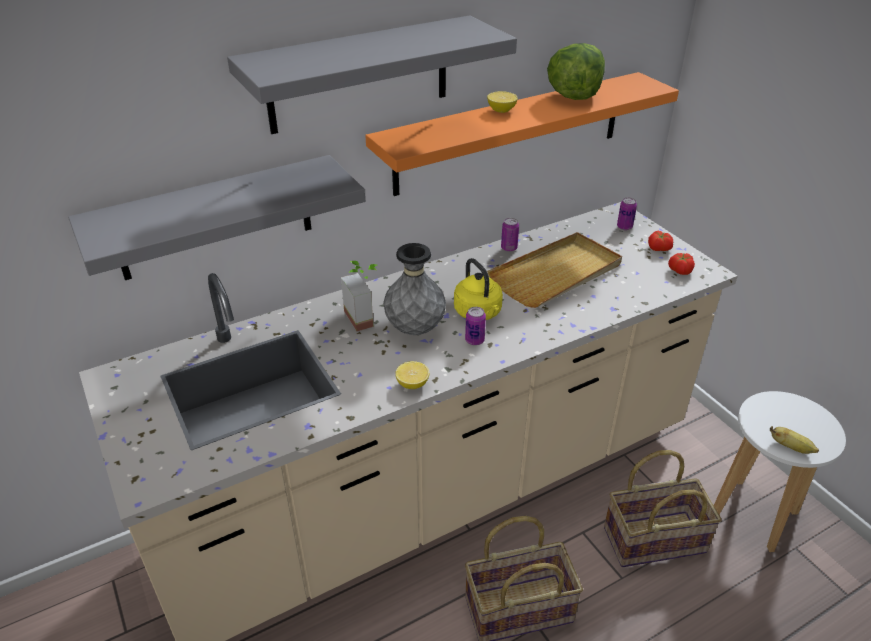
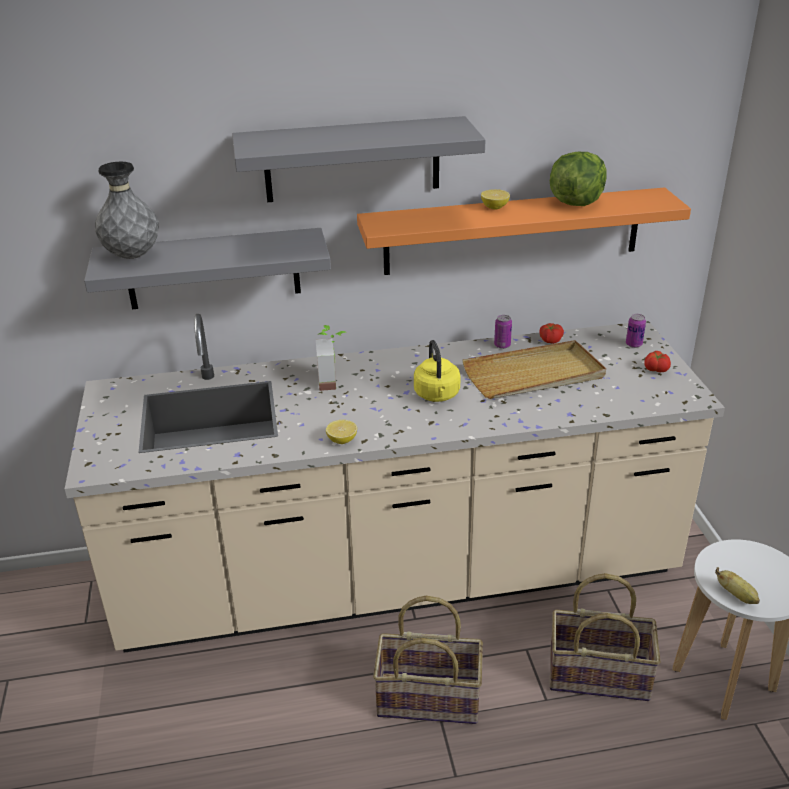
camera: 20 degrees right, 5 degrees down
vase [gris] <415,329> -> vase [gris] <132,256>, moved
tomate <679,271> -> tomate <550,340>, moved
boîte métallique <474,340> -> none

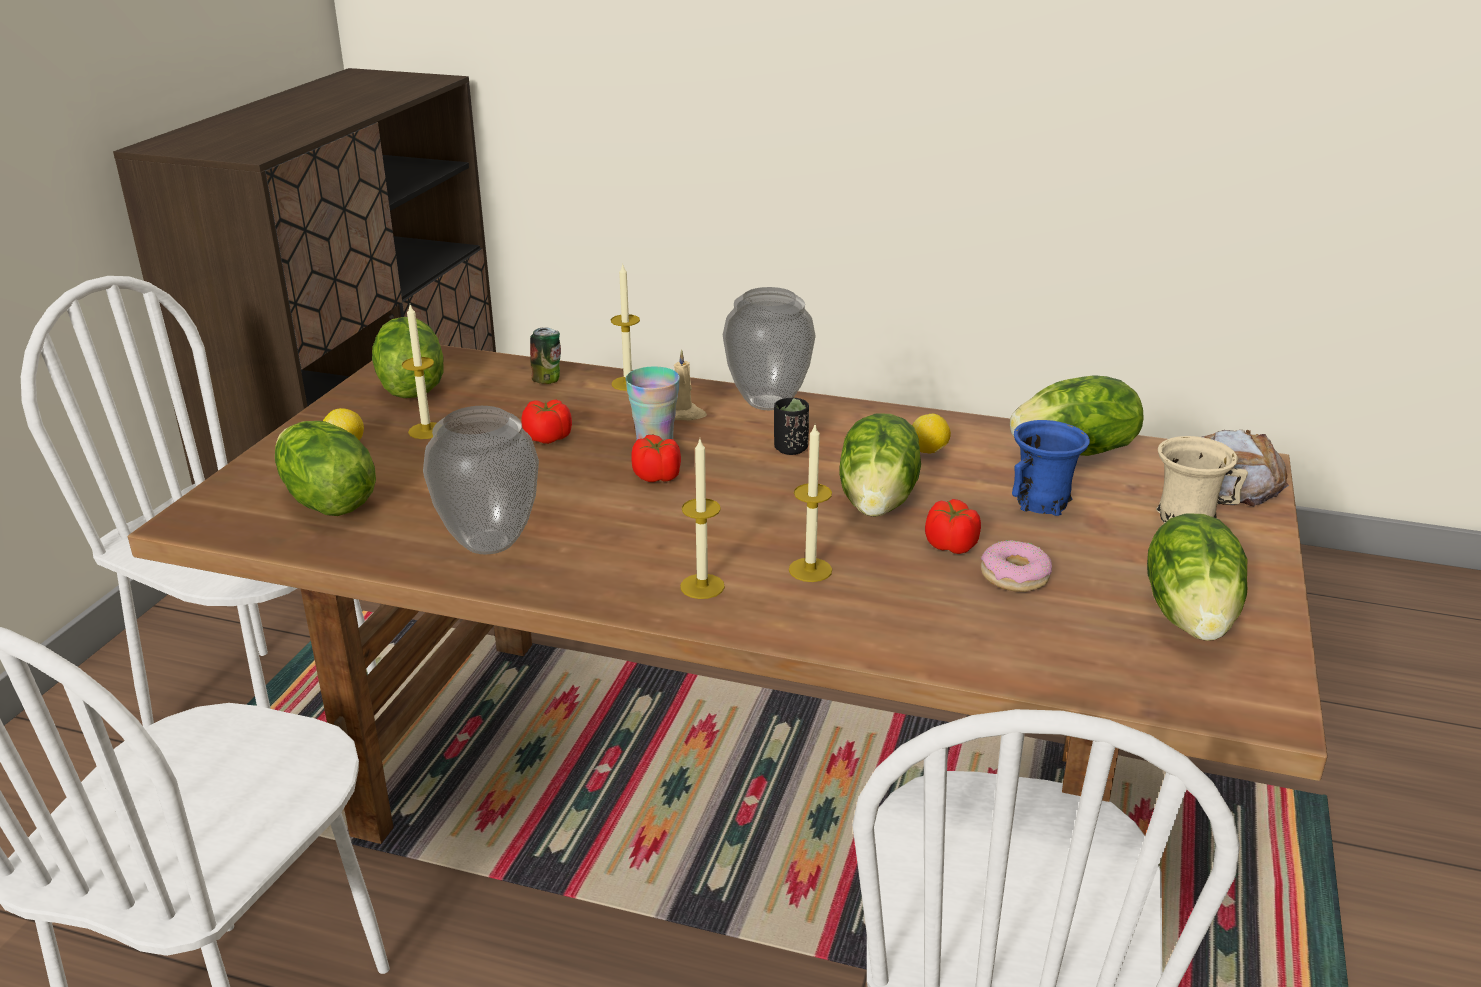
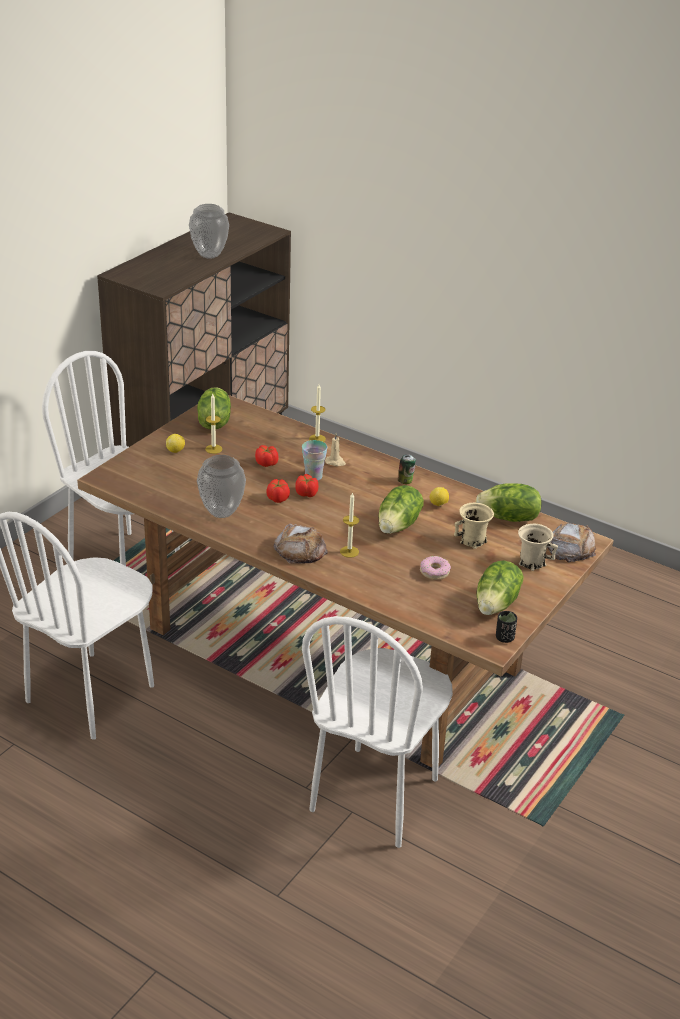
camera: 15 degrees right, 5 degrees up
vase <769,402> -> vase <210,255>, moved
tomate <951,546> -> tomate <278,499>, moved
bougie <702,586> -> pain <300,550>
boîte métallique <548,380> -> boîte métallique <406,481>, moved
mug [bleu] <1043,502> -> mug [beige] <473,541>
tasse [noir] <790,449> -> tasse [noir] <504,638>, moved
laitue <326,502> -> none

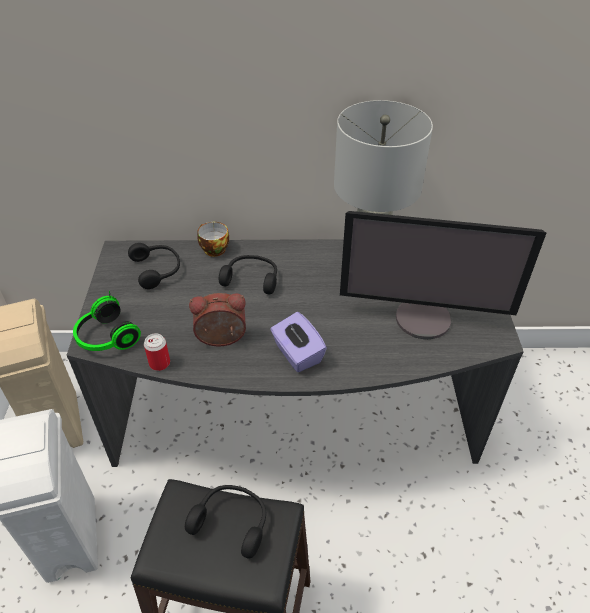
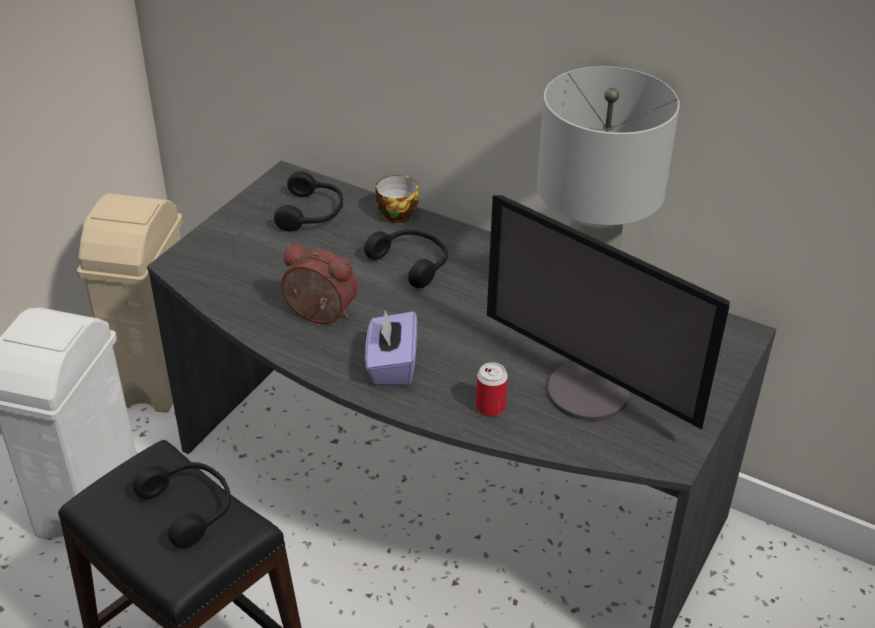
camera: 30 degrees right, 5 degrees down
boîte métallique <159,363> -> boîte métallique <490,407>, moved
casque audio <106,338> -> none

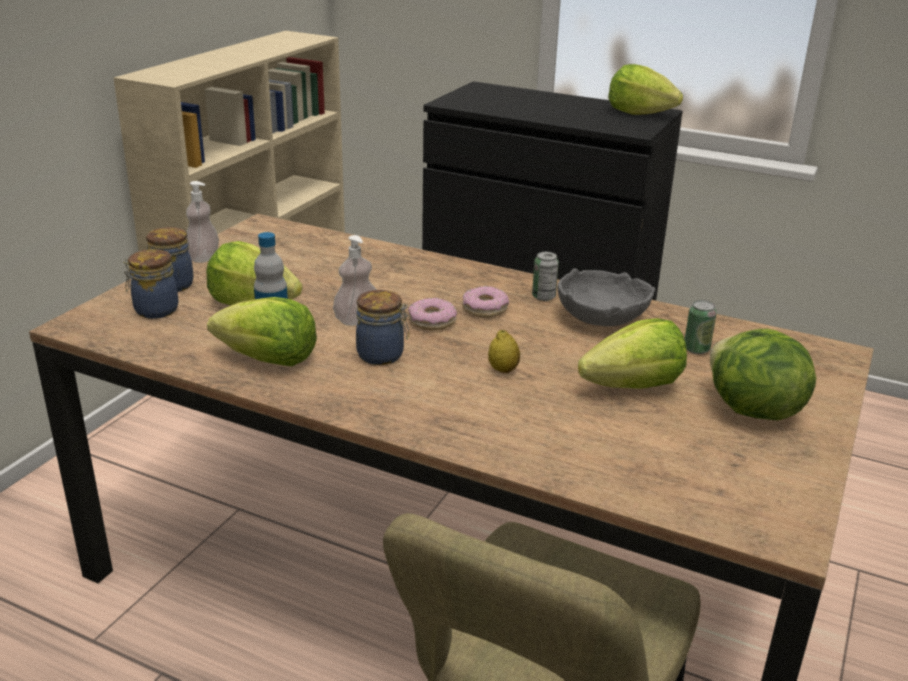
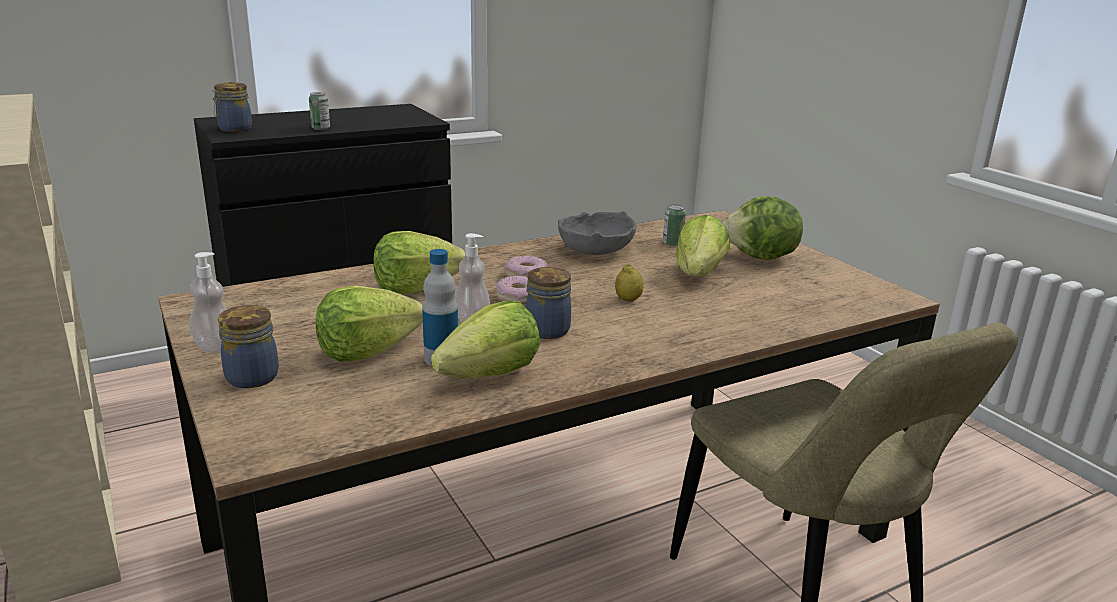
camera: 55 degrees left, 5 degrees down
bocal <154,310> -> bocal <234,129>, moved
boîte métallique <543,297> -> boîte métallique <320,128>, moved
laitue <639,113> -> laitue <415,288>, moved

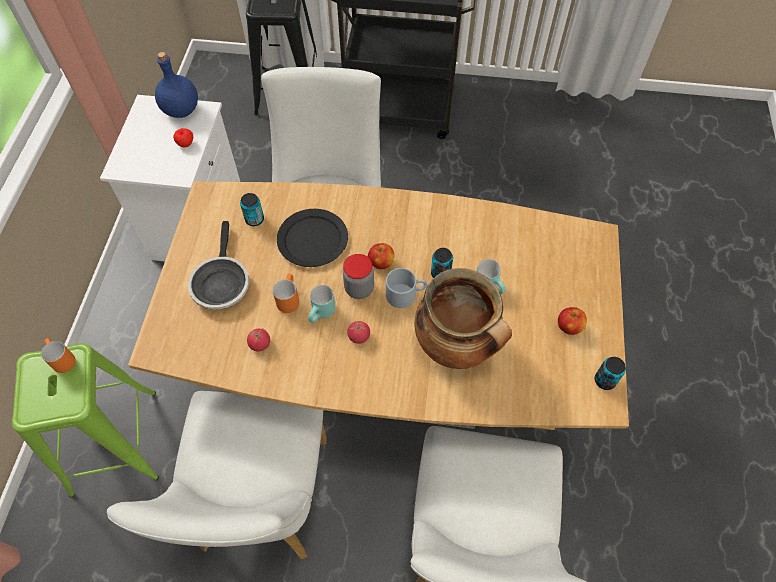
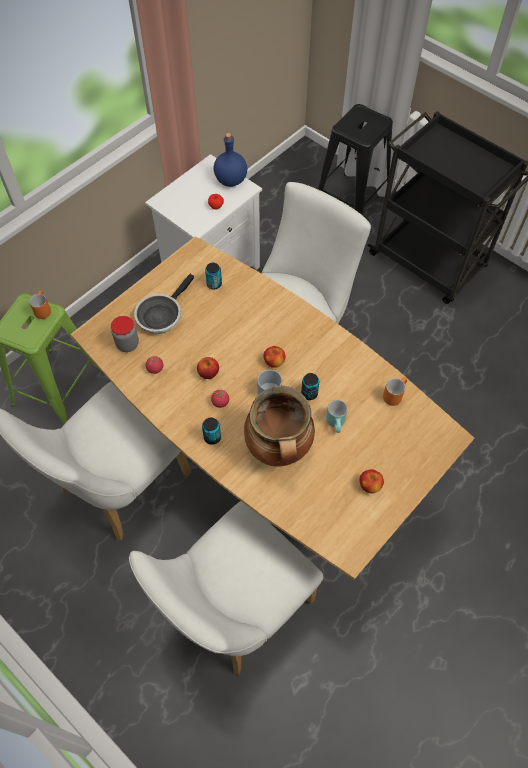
camera: 35 degrees right, 0 degrees up
bocal <359,288> -> bocal <127,344>, moved
mug [turquoise] <322,314> -> pomme <208,373>
boîte métallique <604,380> -> boîte métallique <212,437>, moved
mug [orange] <287,299> -> mug [orange] <393,394>, moved
assiette [noir] <312,240> -> none

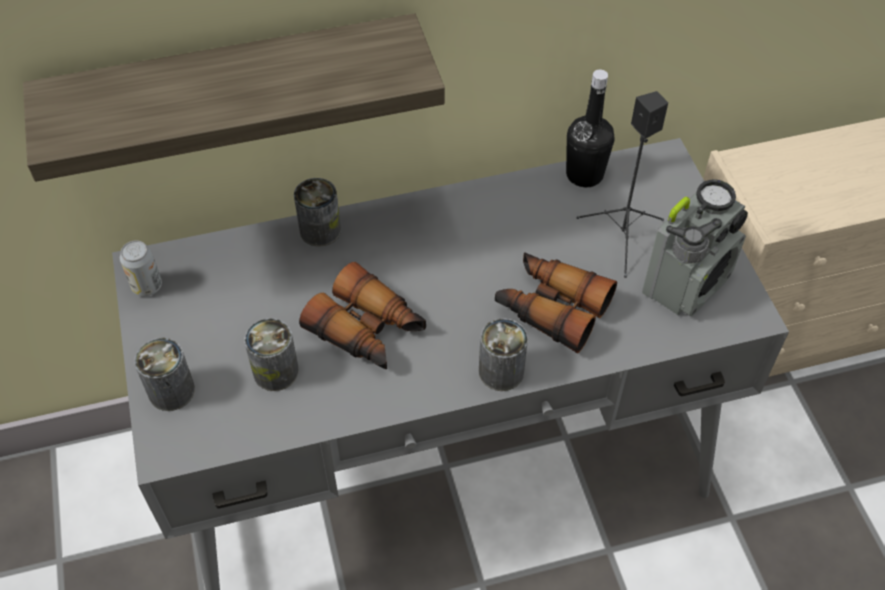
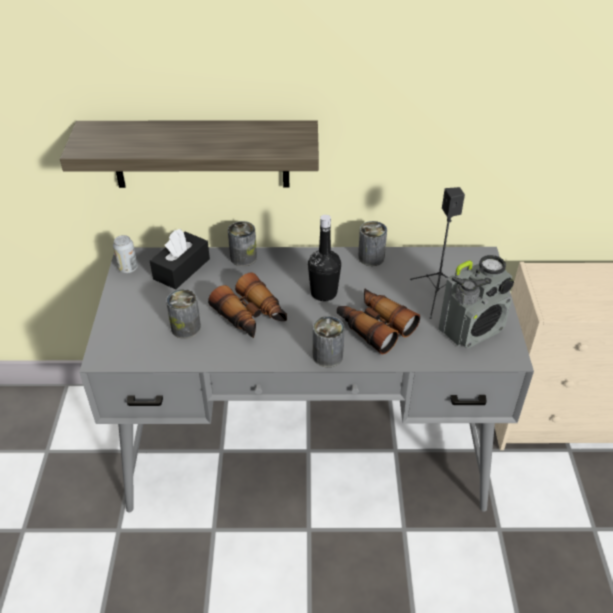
camera: 15 degrees right, 10 degrees down
none -> boîte à mouchoirs [noir] <181,269>
bouteille [noir] <584,174> -> bouteille [noir] <323,293>, moved
boîte métallique <171,391> -> boîte métallique <371,257>, moved

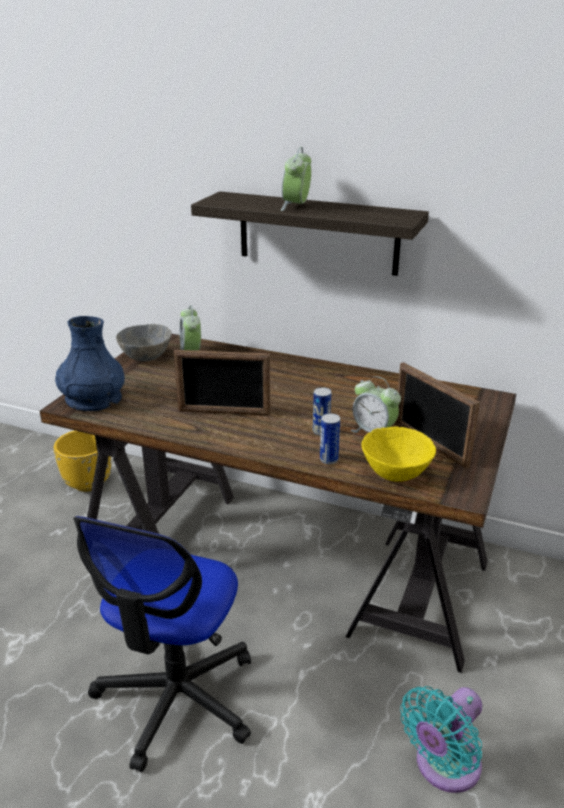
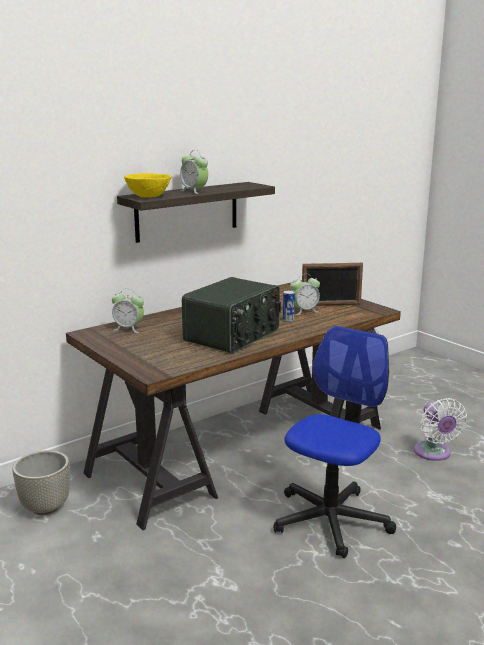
camera: 60 degrees left, 10 degrees down
cache-pot [jaune] <88,484> -> cache-pot [gris] <46,507>
bol [jaune] <396,472> -> bol [jaune] <148,196>, moved
cadre photo <224,412> -> radio <233,336>
chaise de bureau <176,698> -> chaise de bureau <331,520>, 105 degrees counterclockwise
ventilateur [turquoise] <443,767> -> ventilateur [blanc] <434,454>
vase [bleu] <93,400> -> none
bol [gris] <146,357> -> none
boîte métallique <329,459> -> none

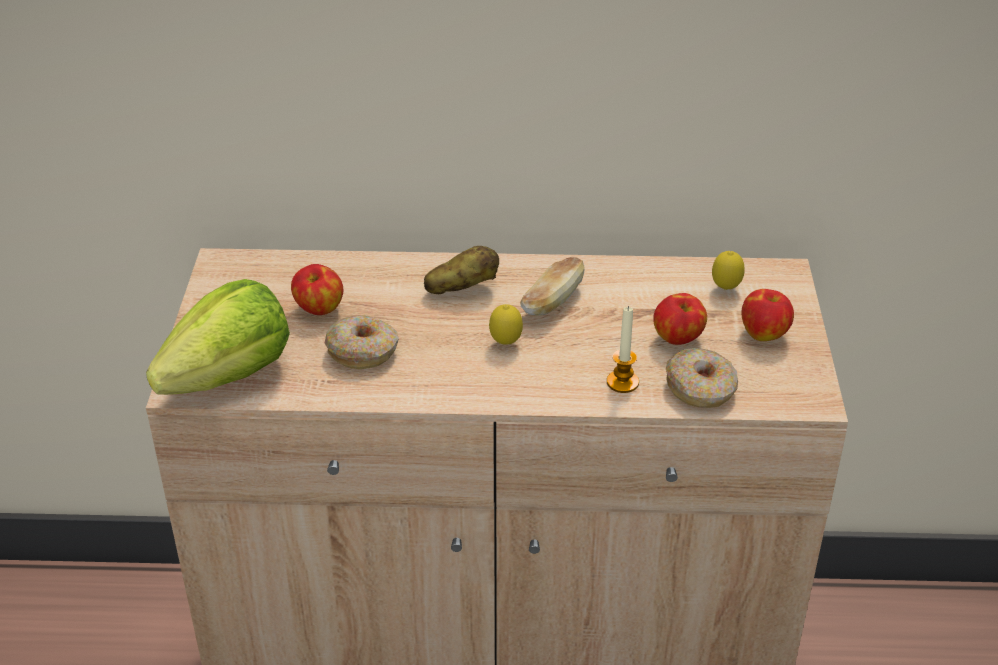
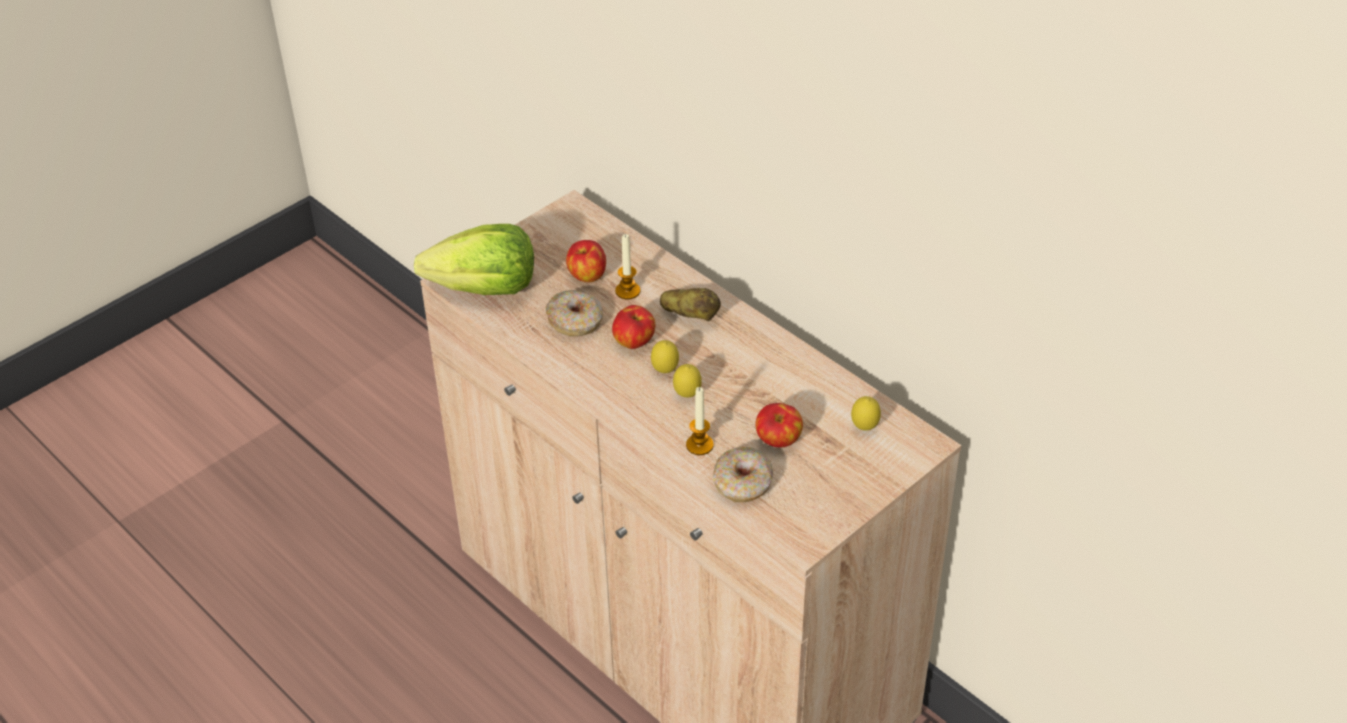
camera: 45 degrees right, 5 degrees up
pomme <764,334> -> pomme <634,342>, moved
none -> bougie <627,291>
none -> citron <687,395>
pain <552,302> -> none

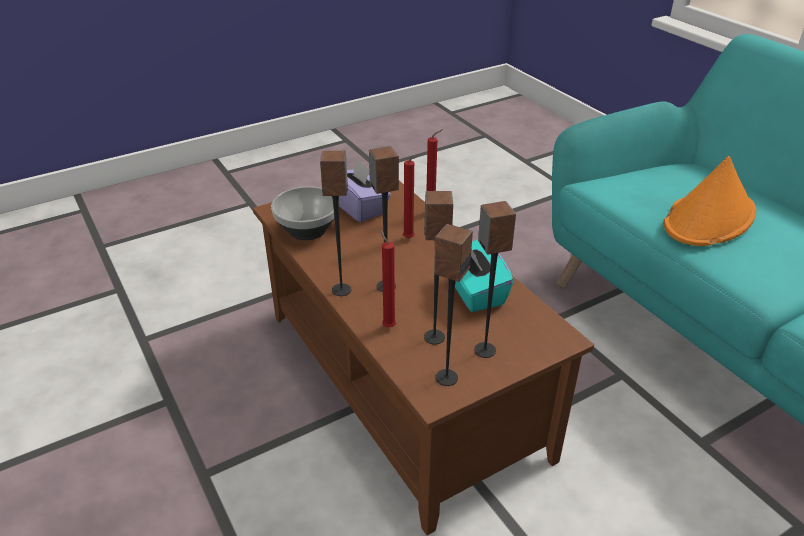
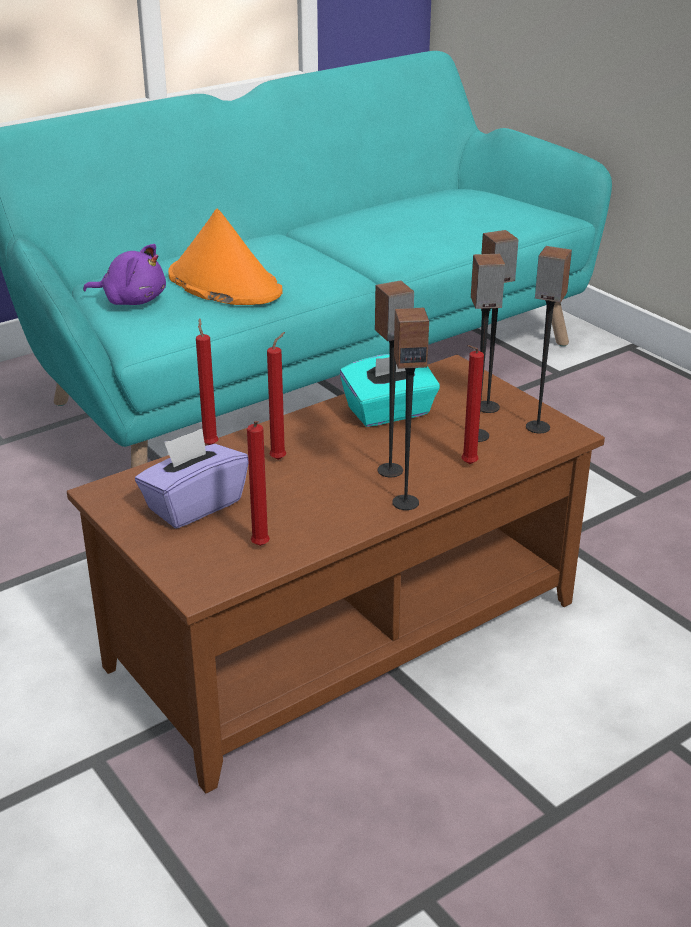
camera: 95 degrees left, 5 degrees down
none -> peluche [violet] <132,300>
bol <307,230> -> bougie [rouge] <260,547>

